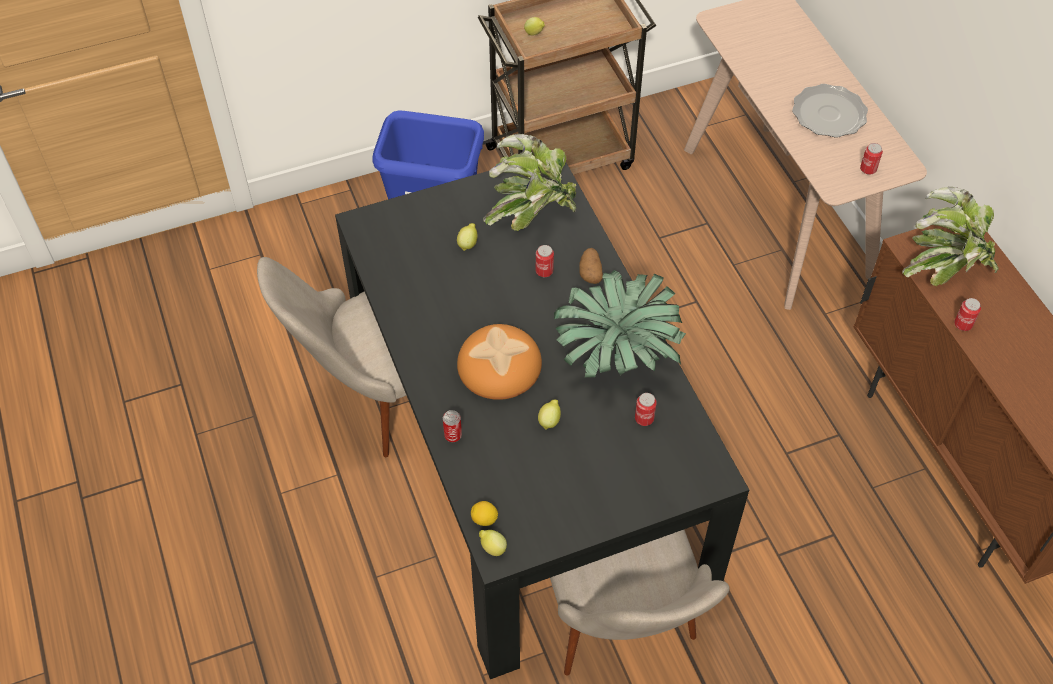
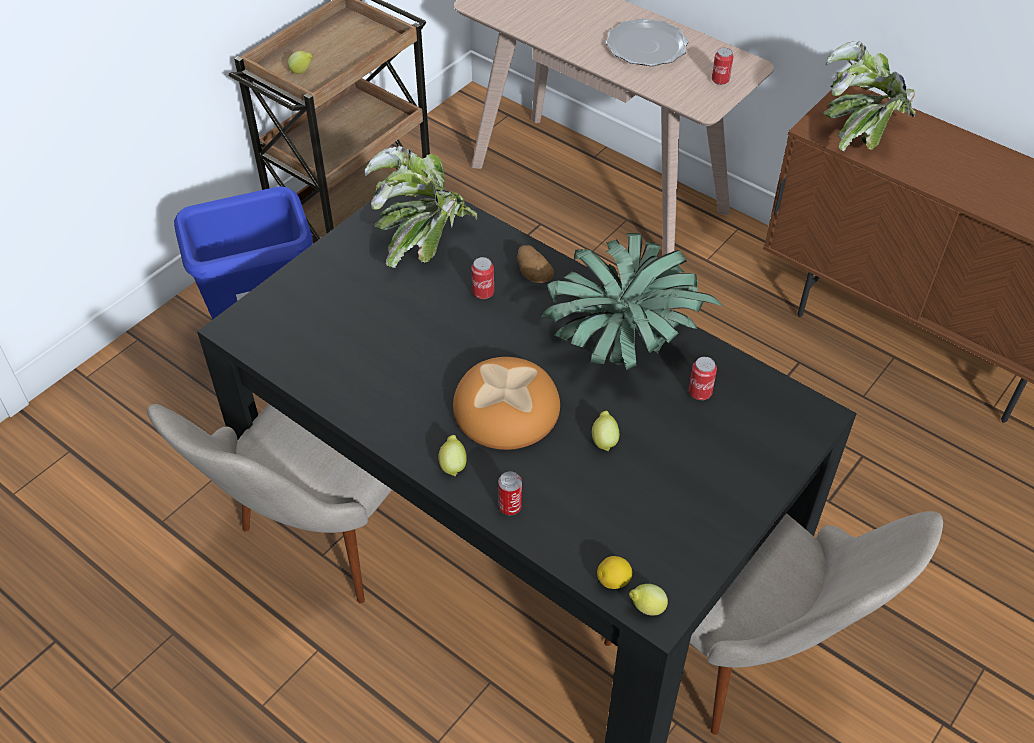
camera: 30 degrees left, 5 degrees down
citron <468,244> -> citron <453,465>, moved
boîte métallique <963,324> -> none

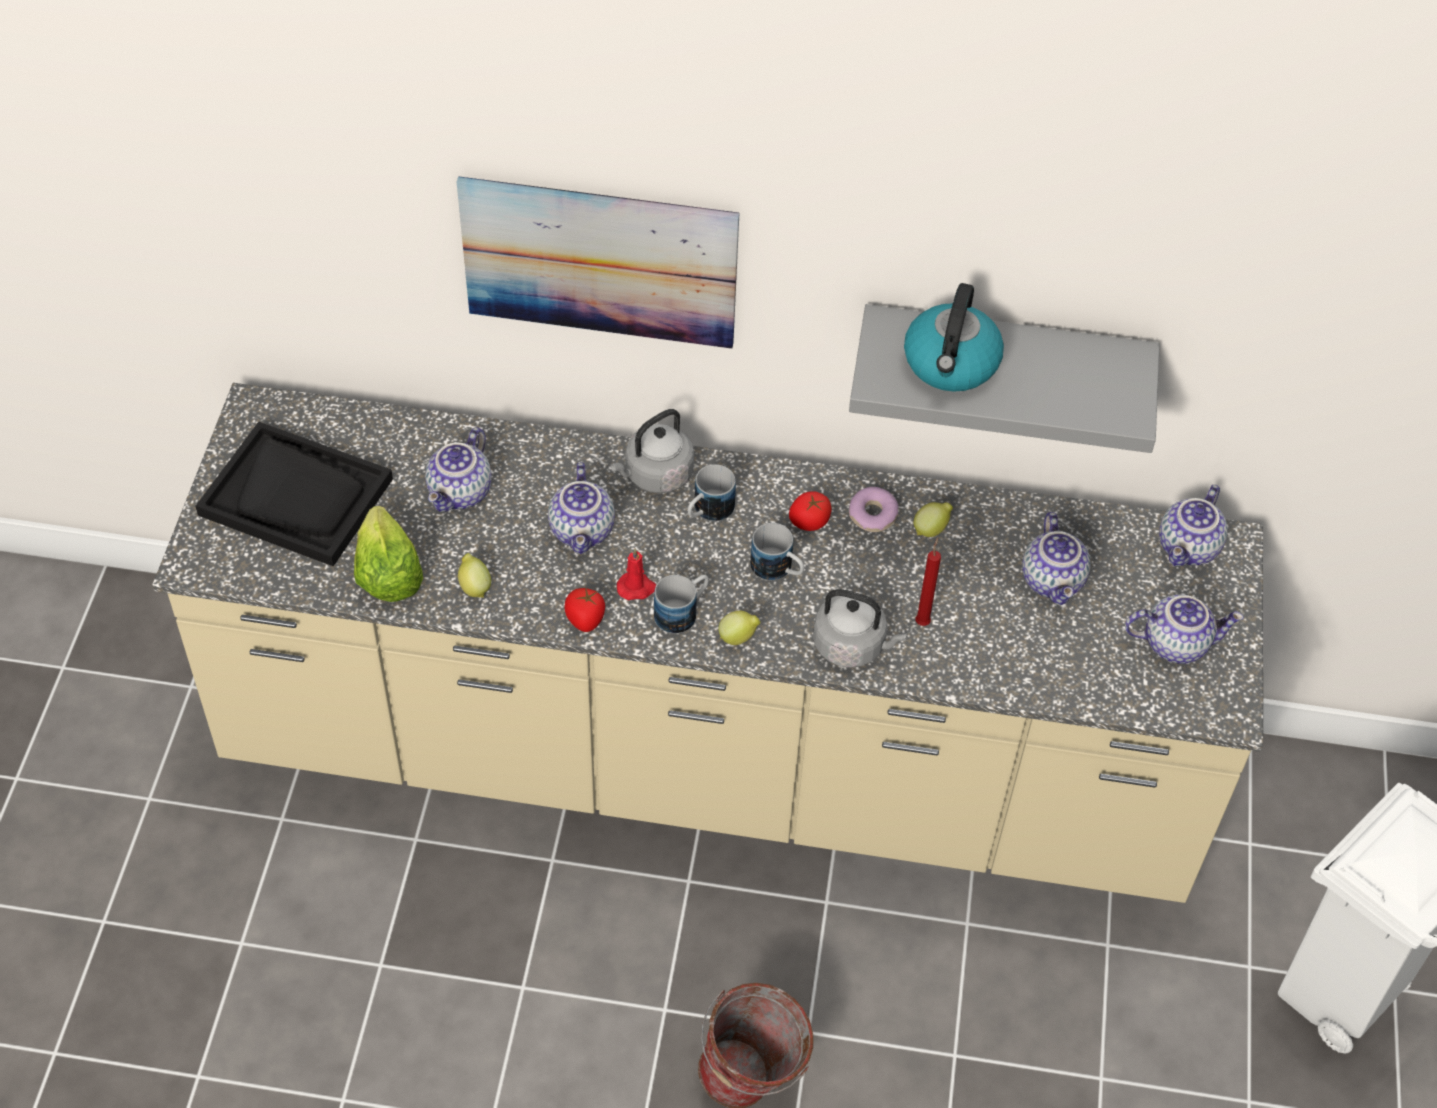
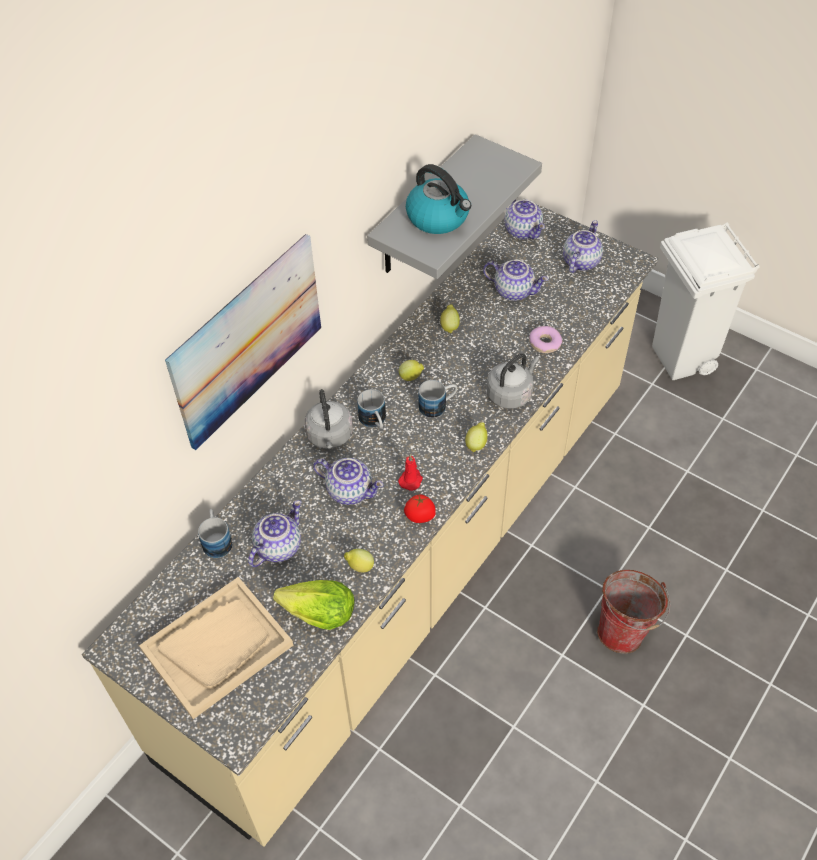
camera: 60 degrees left, 0 degrees up
plateau [noir] <297,497> -> plateau [beige] <217,647>
mug <683,612> -> mug <217,540>, moved
théière <461,493> -> théière <277,546>, 105 degrees counterclockwise
tomate <809,522> -> citron <411,377>
beignet <872,515> -> beignet <545,343>, moved
bougie [rouge] <923,621> -> none

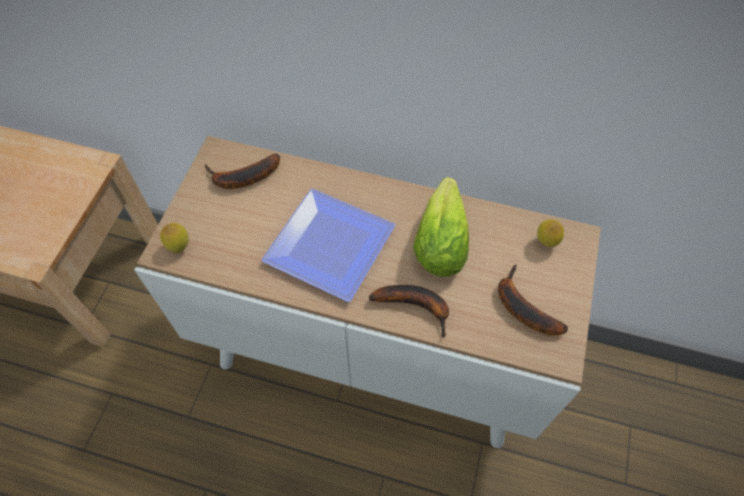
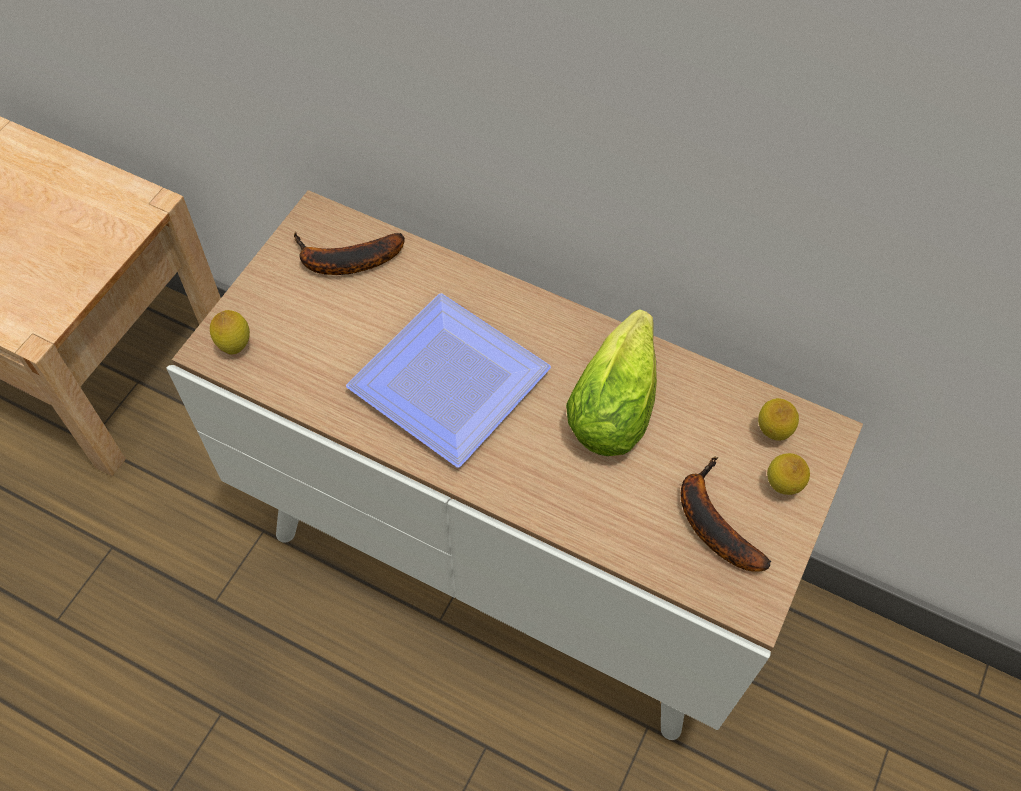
camera: 10 degrees right, 0 degrees up
none -> citron <781,487>
banane <417,306> -> none

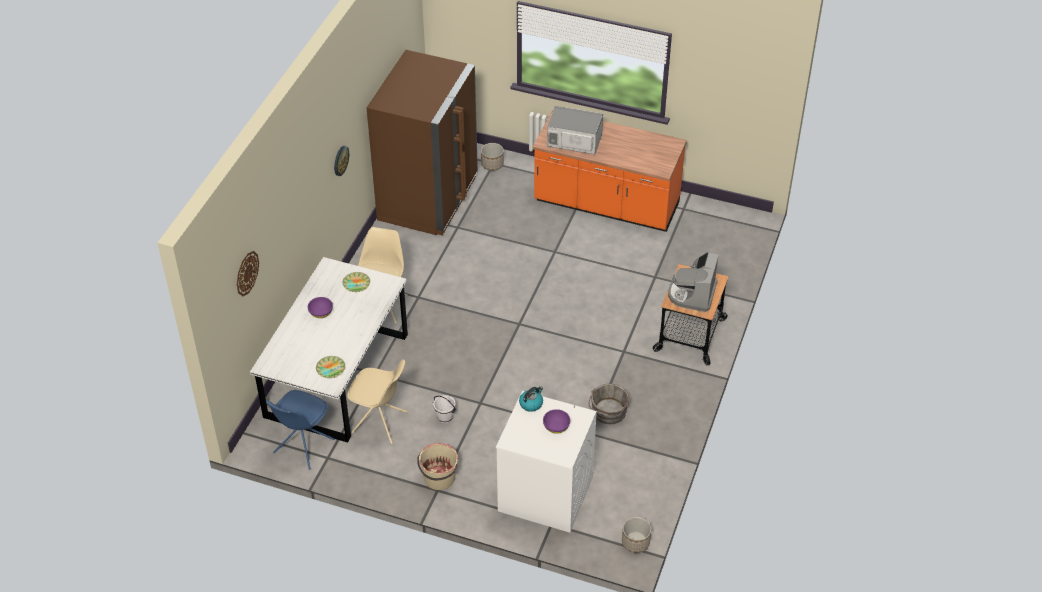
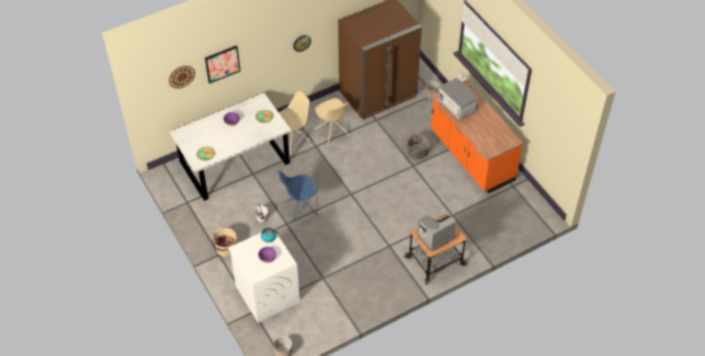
camera: 40 degrees right, 5 degrees up
none -> tableau <222,63>
chaise [bleu] <303,447> -> chaise [bleu] <299,209>, moved
chaise [beige] <380,423> -> chaise [beige] <332,133>, moved
seau [gris] <608,413> -> seau [gris] <416,151>, moved

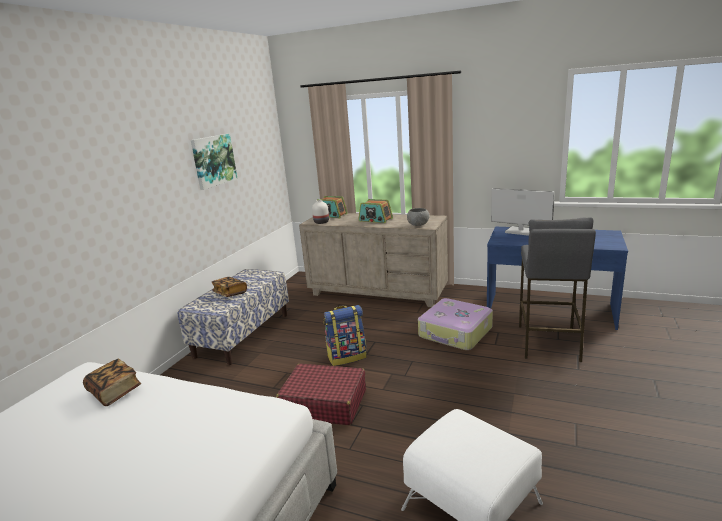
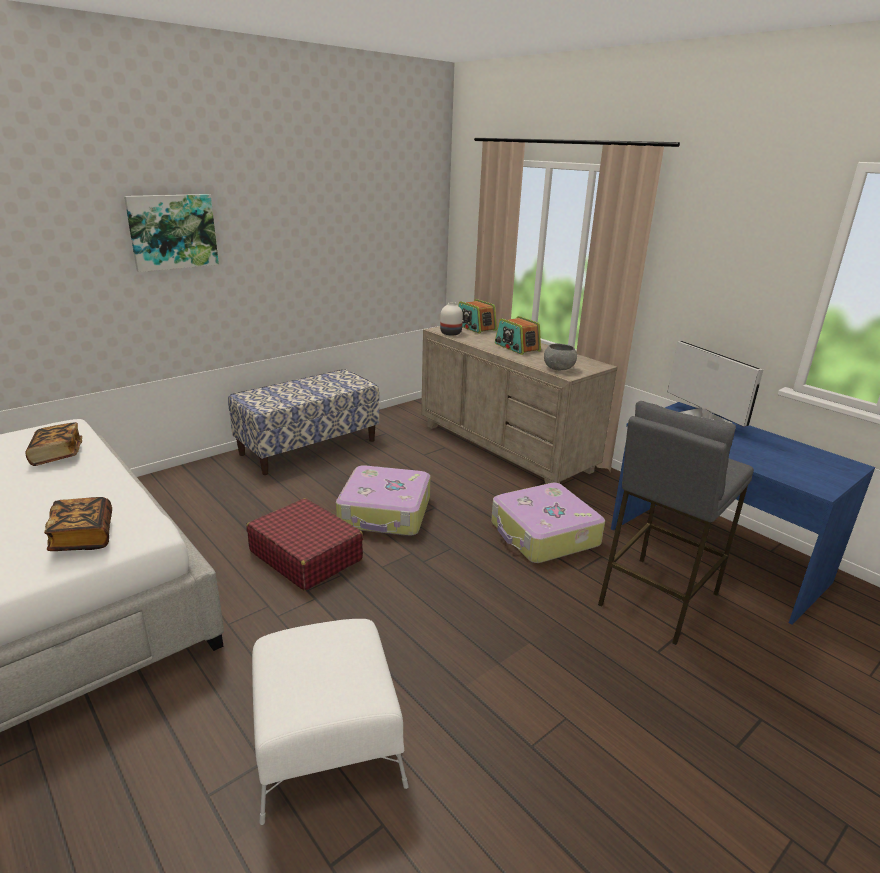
camera: 25 degrees right, 5 degrees up
livre <230,293> -> livre <83,537>, moved
tableau <213,160> -> tableau <172,232>, moved
sac à dos <347,356> -> valise <385,513>

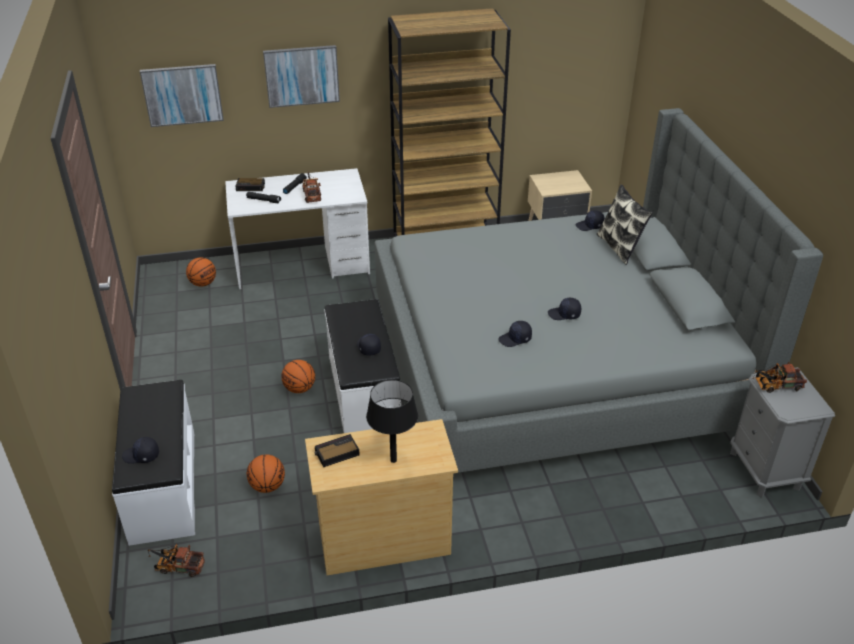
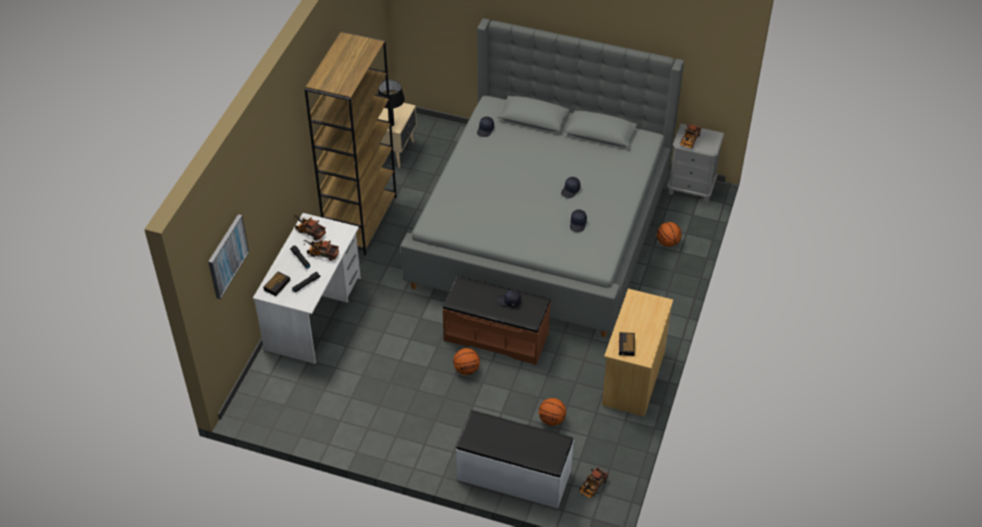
camera: 60 degrees left, 10 degrees up
none -> camion jouet <309,231>
lampe de table [noir] <393,460> -> lampe de table [noir] <392,124>, moved
banc [blanc] <364,392> -> banc [marron] <496,336>
ballon de basket <203,283> -> ballon de basket <667,242>, moved
casquette [noir] <141,456> -> none
tableau <302,75> -> none
coussin <619,247> -> none

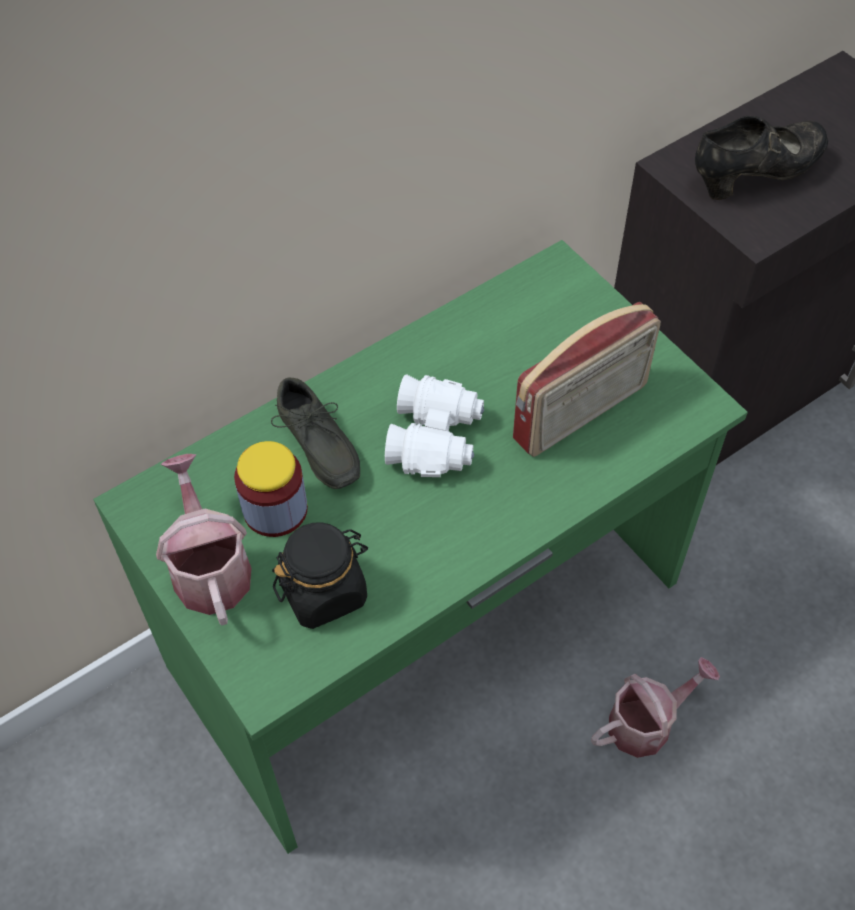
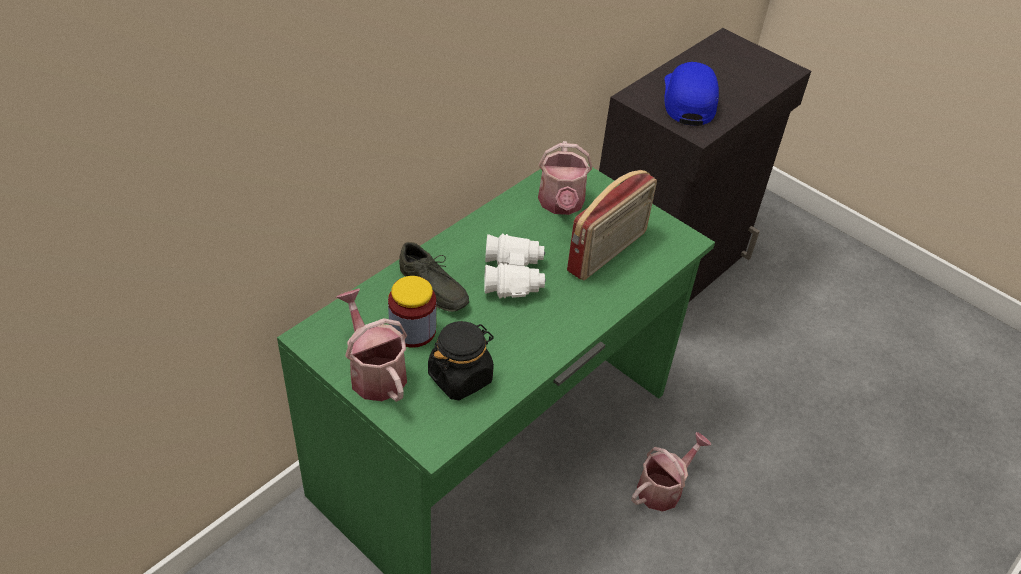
camera: 15 degrees left, 10 degrees down
none -> arrosoir <561,204>
chaussure [noir] <755,176> -> casquette [bleu] <689,99>

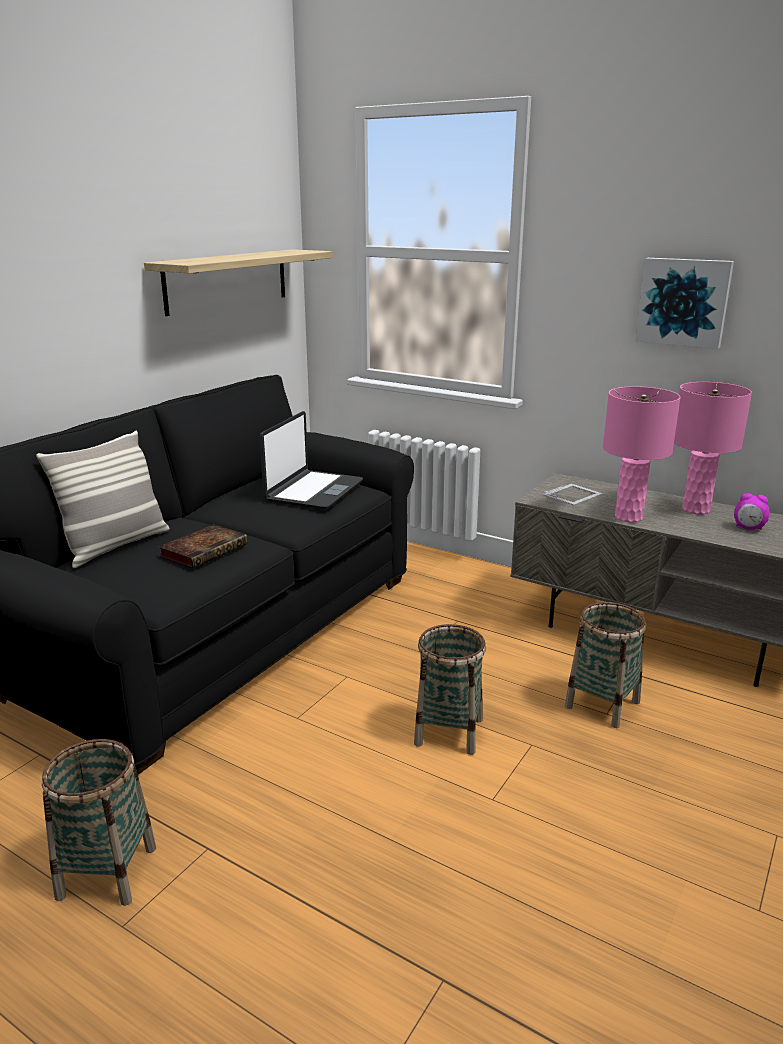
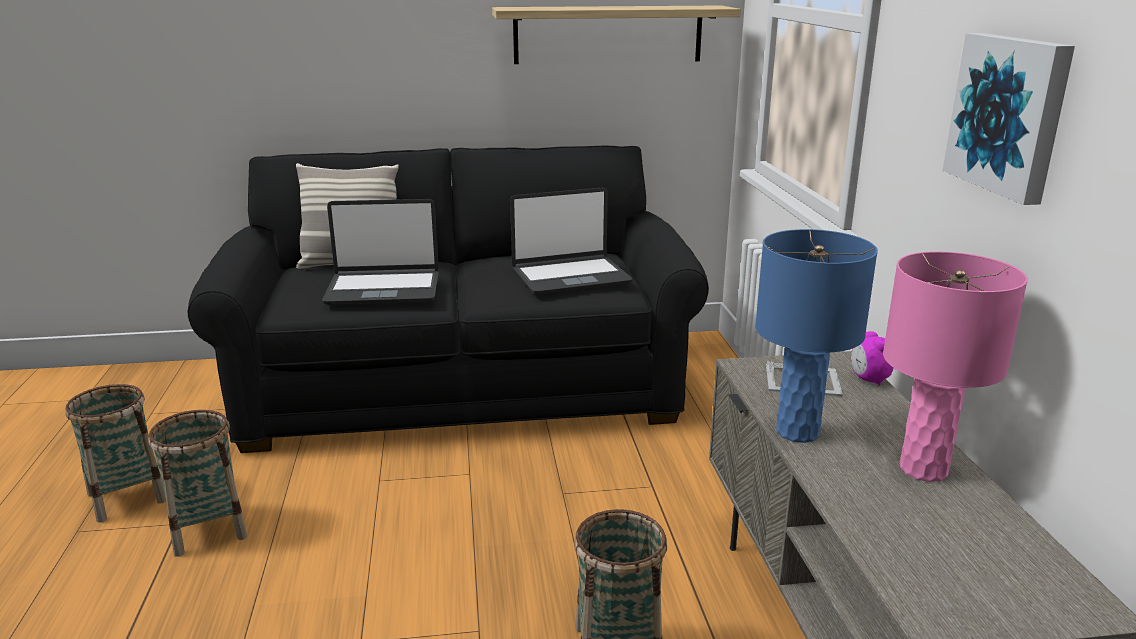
camera: 50 degrees right, 0 degrees up
panier <448,732> -> panier <208,529>, moved
livre <205,550> -> ordinateur portable <383,289>
lampe de table [rose] <628,517> -> lampe de table [bleu] <798,432>
réveil <748,528> -> réveil <868,379>, moved

